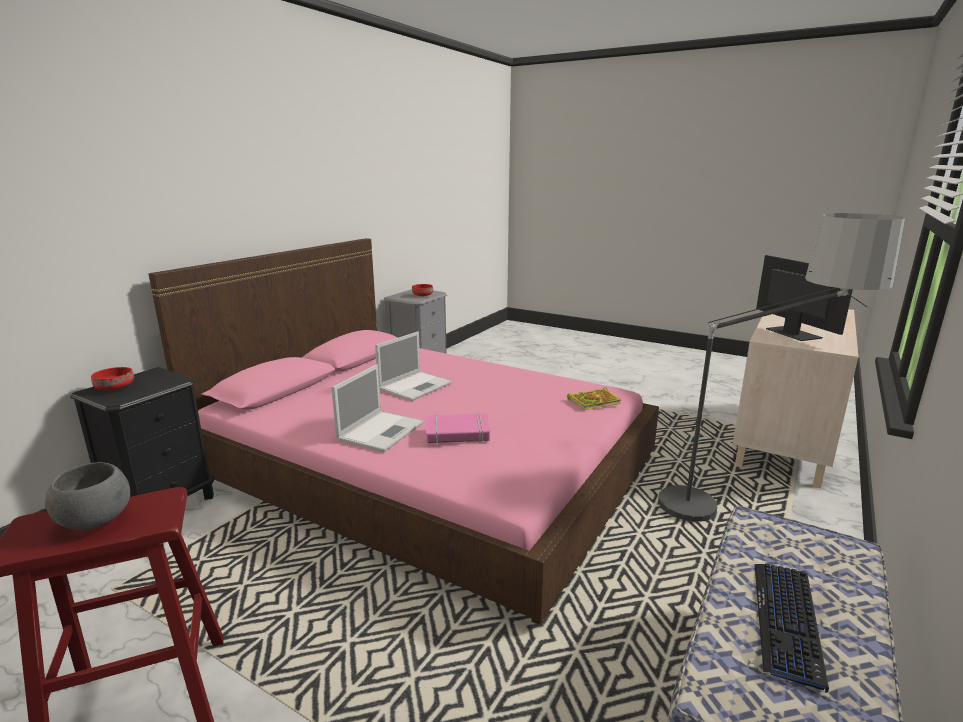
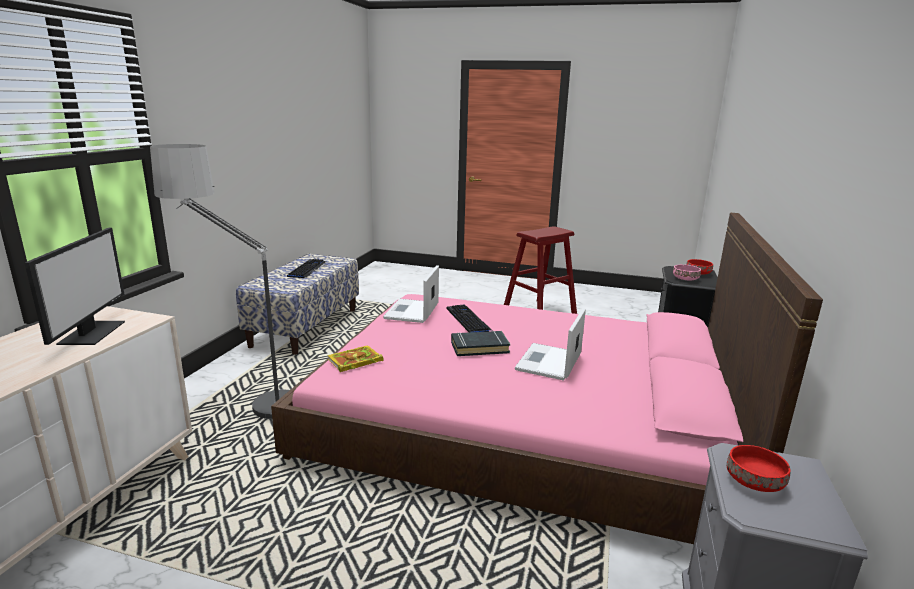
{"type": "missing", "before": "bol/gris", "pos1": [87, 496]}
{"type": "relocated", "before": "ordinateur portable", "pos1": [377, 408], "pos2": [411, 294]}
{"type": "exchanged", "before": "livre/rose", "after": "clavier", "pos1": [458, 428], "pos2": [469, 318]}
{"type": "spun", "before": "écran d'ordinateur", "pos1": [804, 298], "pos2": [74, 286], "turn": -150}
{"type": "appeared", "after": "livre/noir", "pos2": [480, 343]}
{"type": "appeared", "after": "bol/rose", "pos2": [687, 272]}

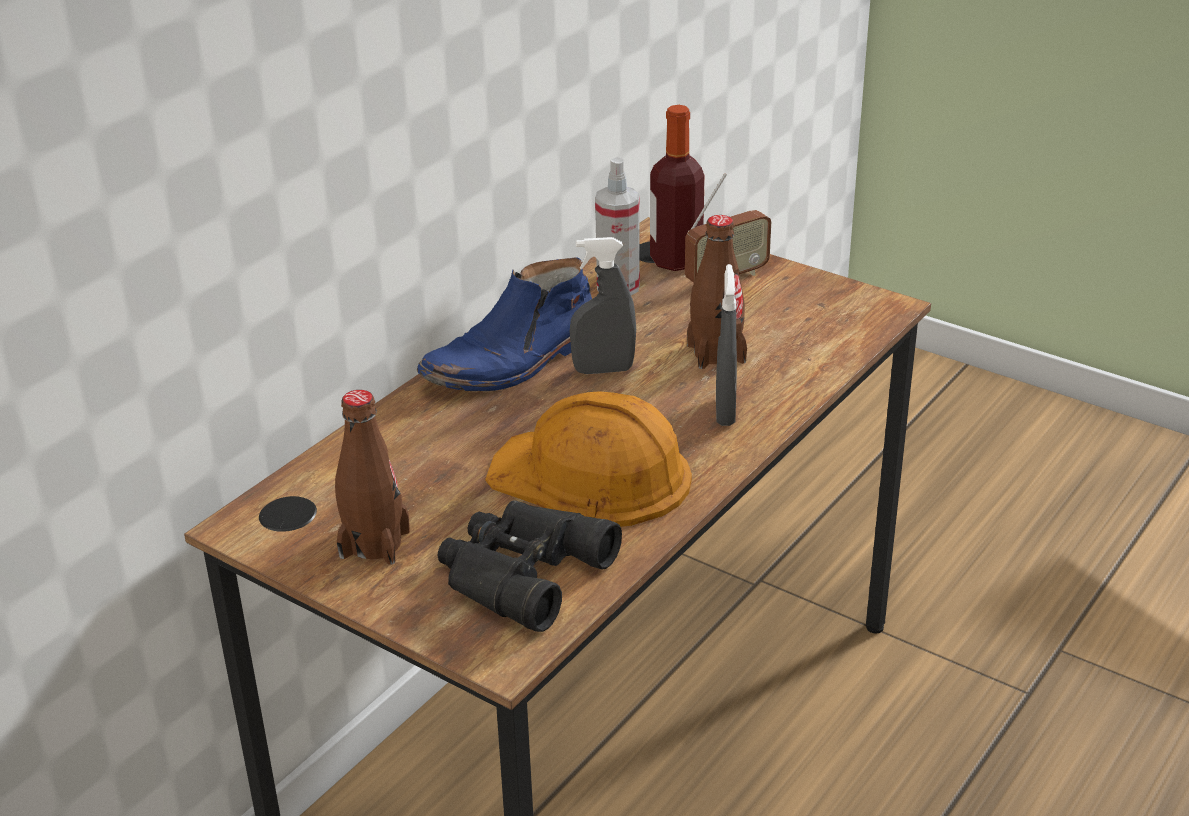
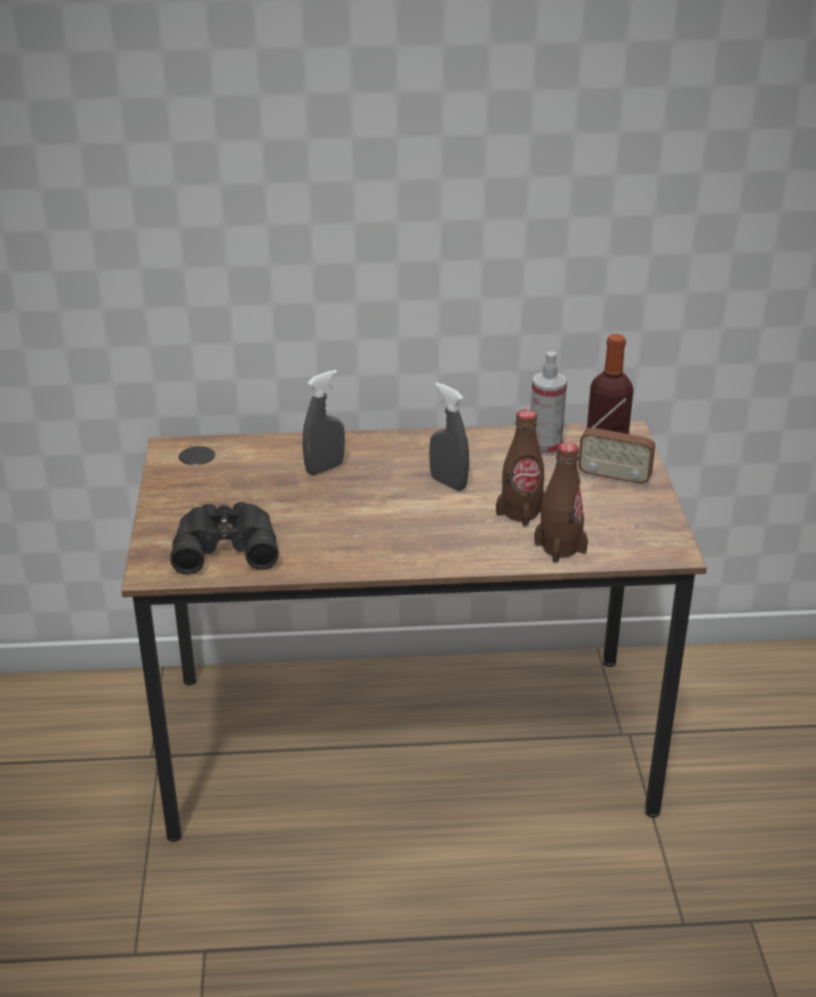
{"type": "relocated", "before": "bouteille/marron", "pos1": [372, 477], "pos2": [561, 502]}
{"type": "missing", "before": "botte/bleu", "pos1": [504, 324]}
{"type": "missing", "before": "casque de chantier/orange", "pos1": [588, 459]}
{"type": "relocated", "before": "vaporisateur/gris", "pos1": [726, 345], "pos2": [324, 422]}

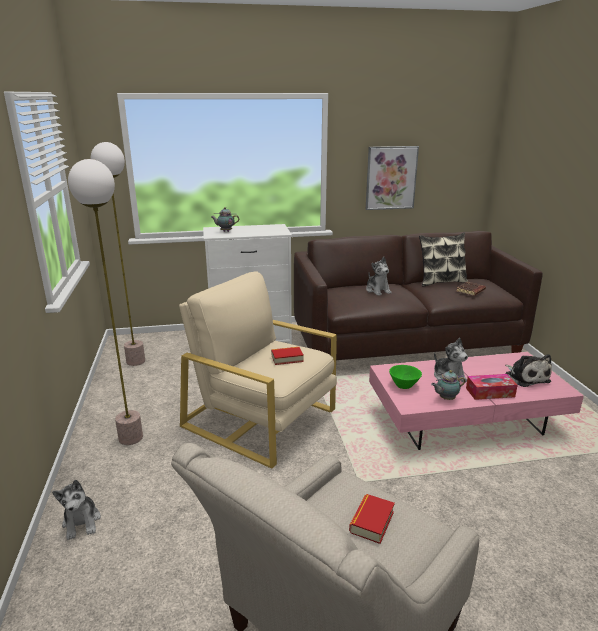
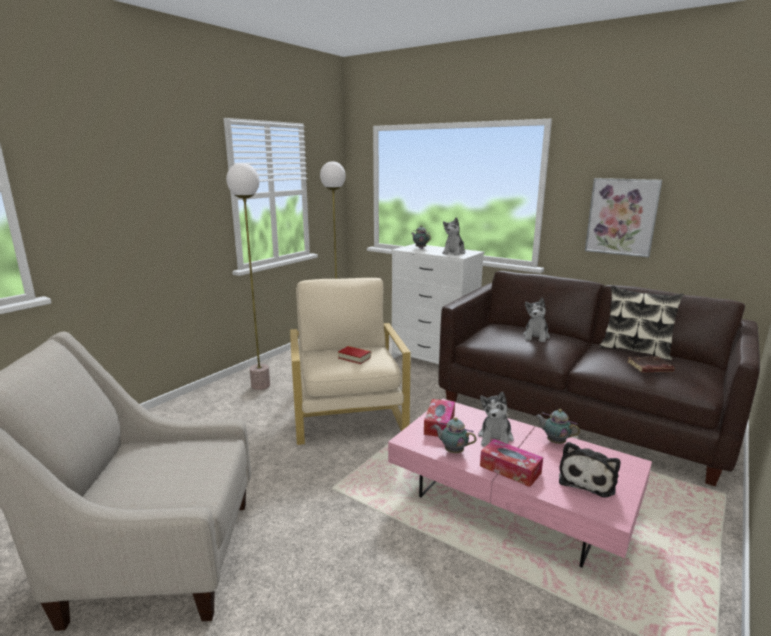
{"type": "relocated", "before": "peluche", "pos1": [76, 510], "pos2": [454, 236]}
{"type": "missing", "before": "livre", "pos1": [372, 519]}
{"type": "exchanged", "before": "bol/vert", "after": "boîte à mouchoirs", "pos1": [405, 377], "pos2": [439, 418]}
{"type": "appeared", "after": "théière", "pos2": [558, 426]}

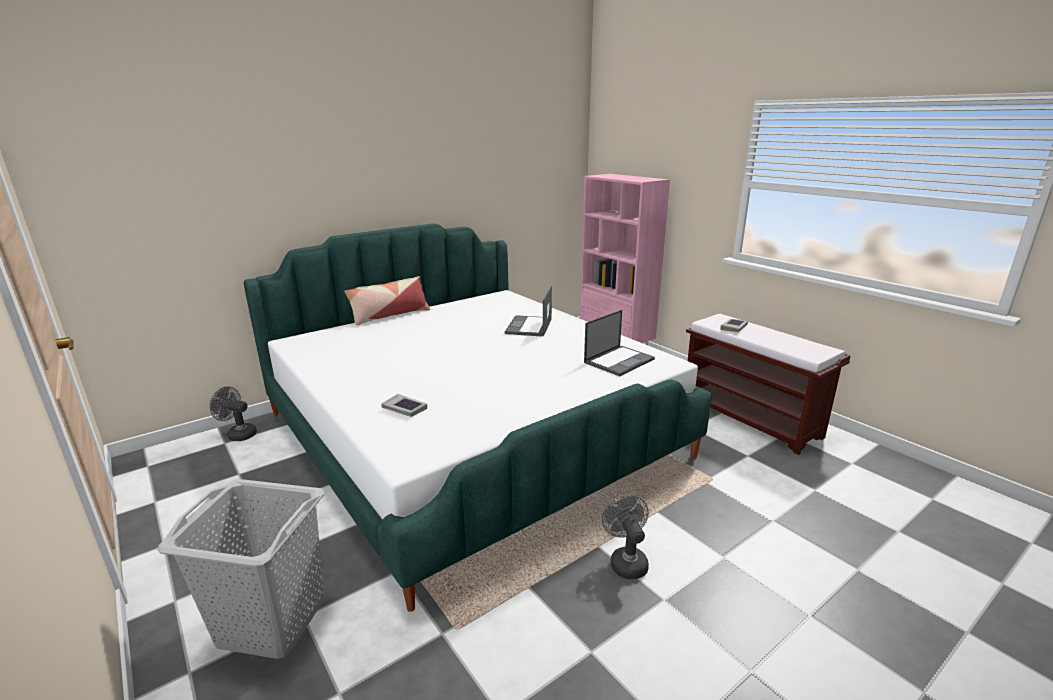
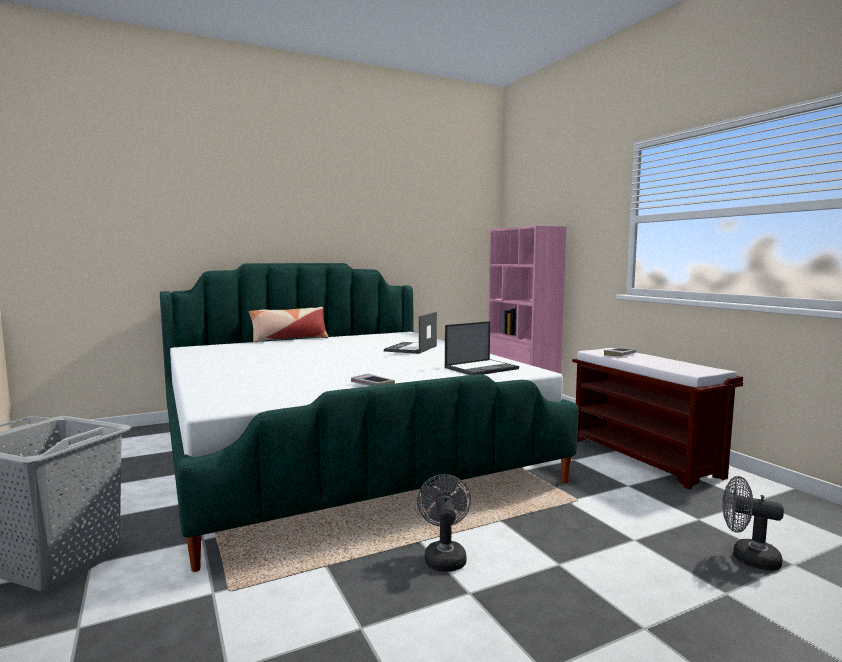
{"type": "relocated", "before": "ventilateur/gris", "pos1": [233, 413], "pos2": [753, 523]}
{"type": "relocated", "before": "livre", "pos1": [404, 405], "pos2": [373, 379]}

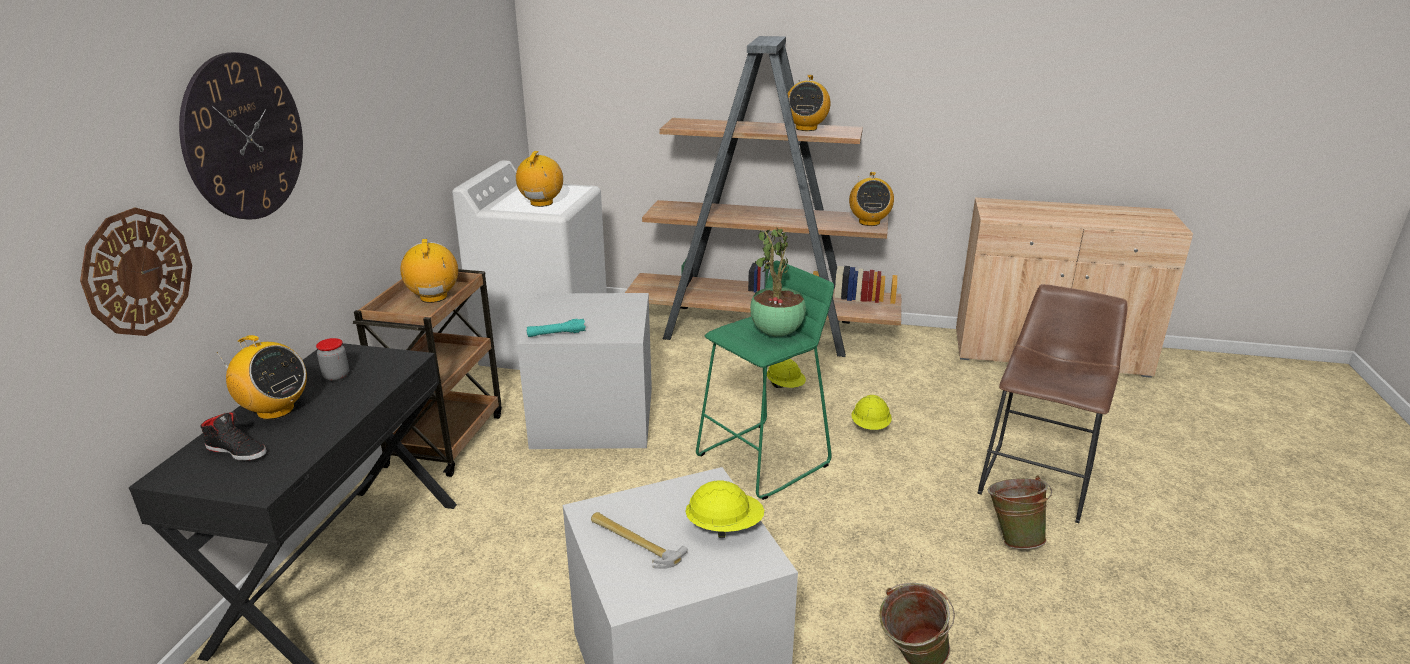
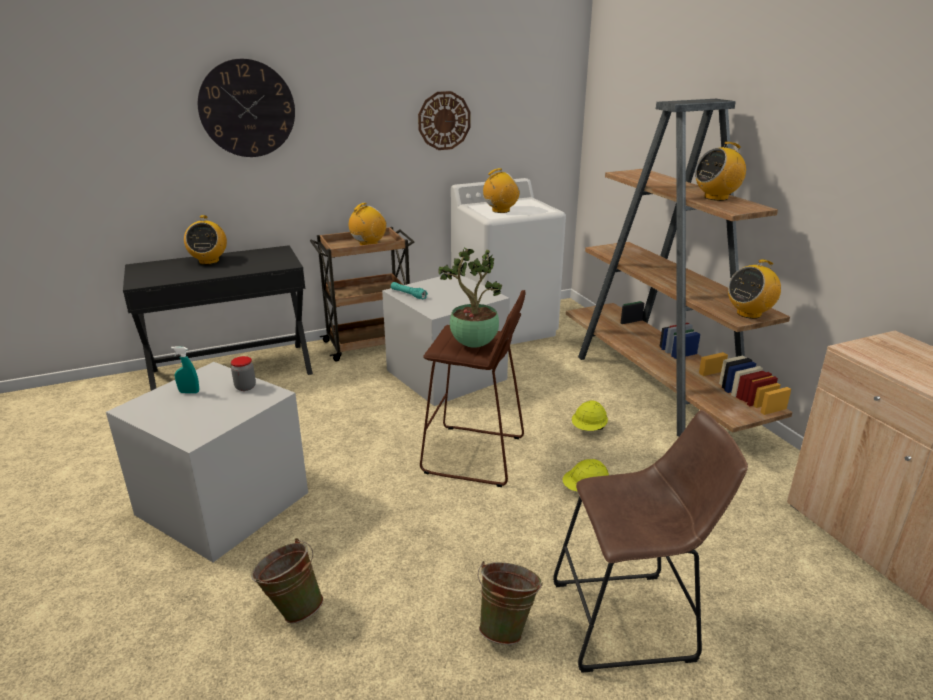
{"type": "relocated", "before": "horloge murale", "pos1": [136, 272], "pos2": [444, 120]}
{"type": "missing", "before": "chaussure/noir", "pos1": [233, 436]}
{"type": "relocated", "before": "bocal", "pos1": [332, 359], "pos2": [243, 373]}
{"type": "exchanged", "before": "marteau", "after": "vaporisateur/turquoise", "pos1": [639, 540], "pos2": [185, 369]}
{"type": "missing", "before": "casque de chantier/jaune", "pos1": [725, 509]}
{"type": "colour", "before": "tabouret/vert", "after": "tabouret/marron", "pos1": [765, 380], "pos2": [473, 388]}

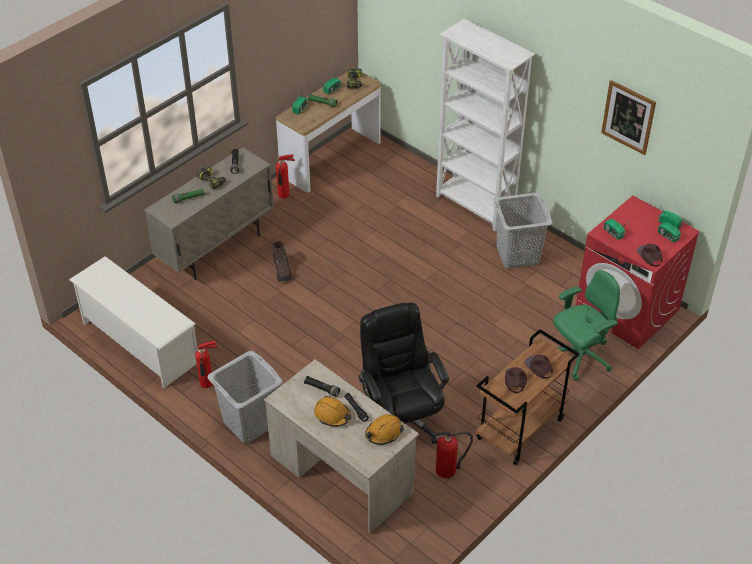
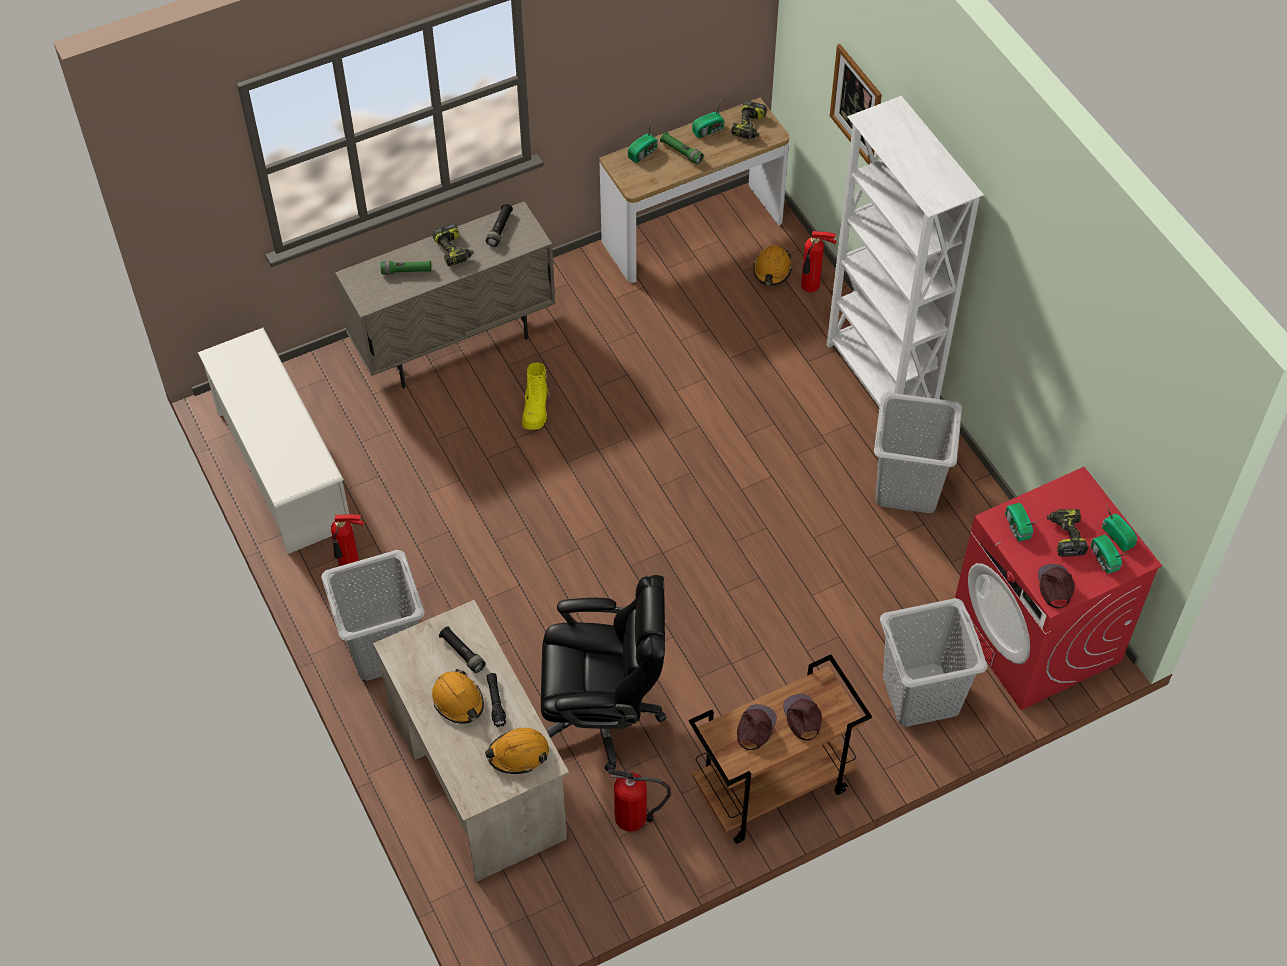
{"type": "colour", "before": "botte/marron", "after": "botte/jaune", "pos1": [282, 261], "pos2": [536, 396]}
{"type": "relocated", "before": "extincteur", "pos1": [285, 176], "pos2": [819, 261]}
{"type": "spun", "before": "chaise de bureau/noir", "pos1": [404, 373], "pos2": [603, 673], "turn": 90}
{"type": "exchanged", "before": "chaise de bureau/vert", "after": "panier à linge/gris", "pos1": [586, 325], "pos2": [934, 662]}
{"type": "relocated", "before": "tableau", "pos1": [628, 117], "pos2": [856, 104]}
{"type": "appeared", "after": "casque de chantier/orange", "pos2": [772, 265]}
{"type": "appeared", "after": "perceuse", "pos2": [1067, 533]}

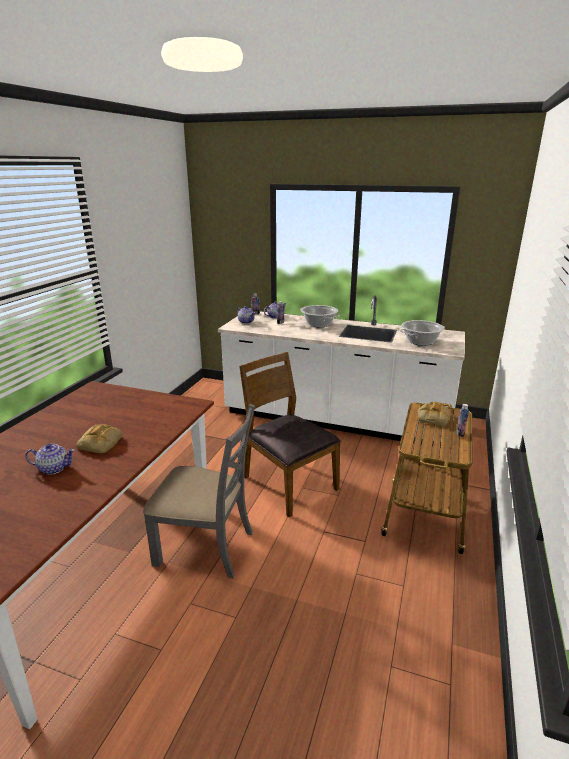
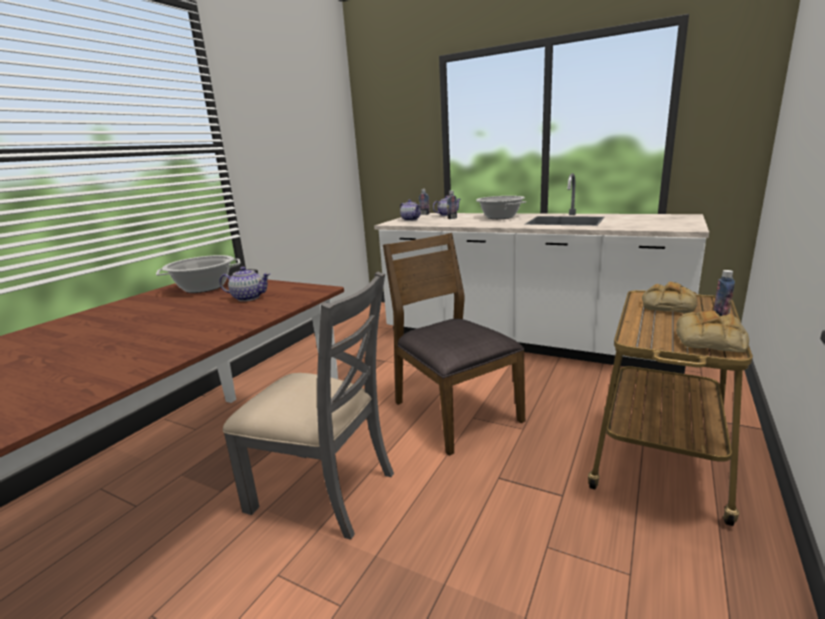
{"type": "relocated", "before": "théière", "pos1": [50, 459], "pos2": [244, 284]}
{"type": "relocated", "before": "pain", "pos1": [99, 438], "pos2": [712, 331]}
{"type": "relocated", "before": "marmite", "pos1": [422, 333], "pos2": [198, 274]}

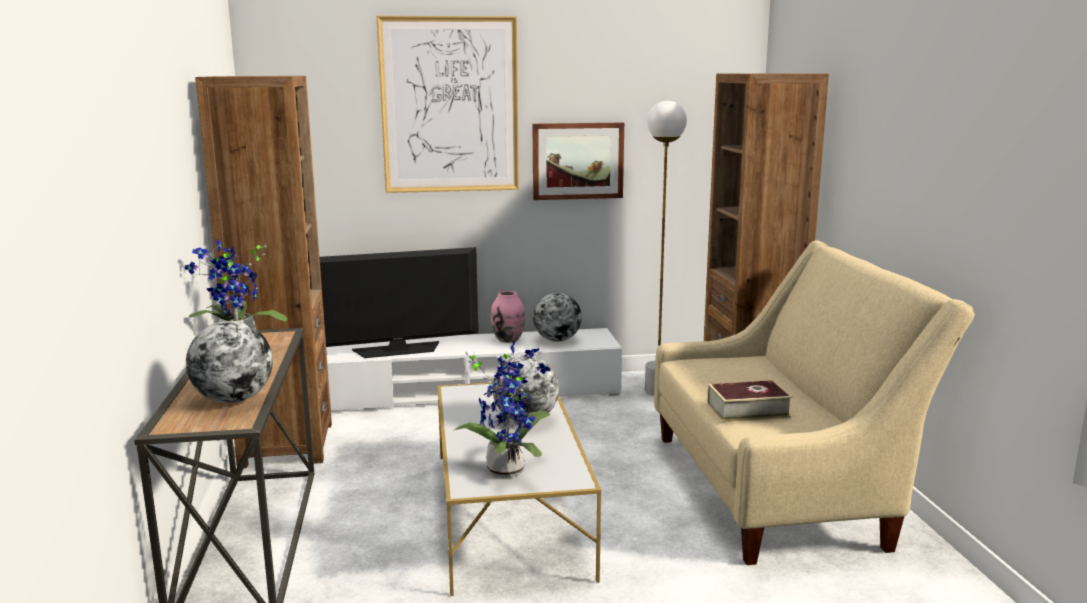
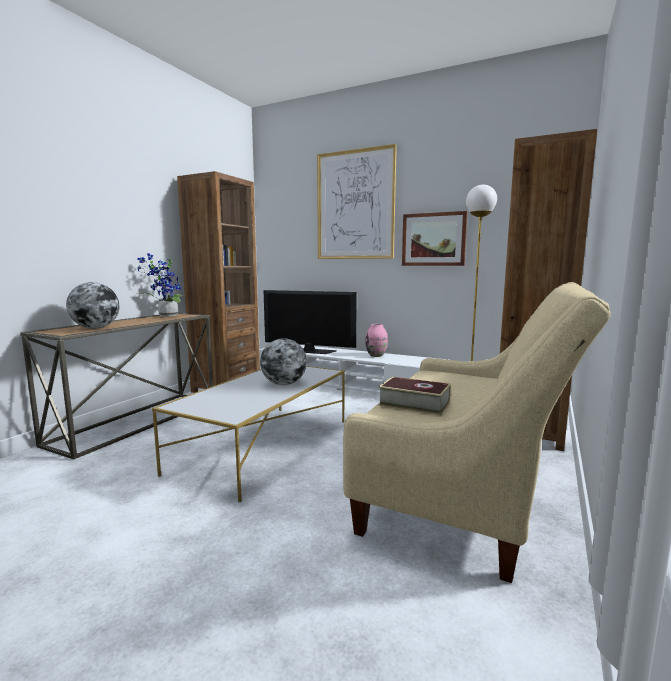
{"type": "missing", "before": "plante en pot", "pos1": [501, 409]}
{"type": "missing", "before": "globe", "pos1": [557, 317]}

